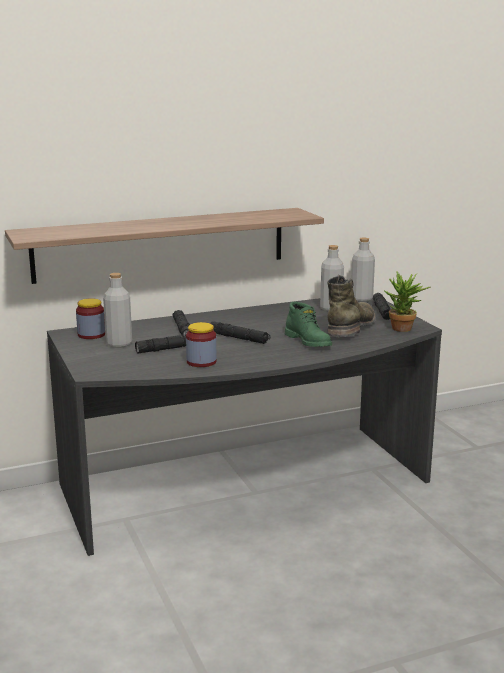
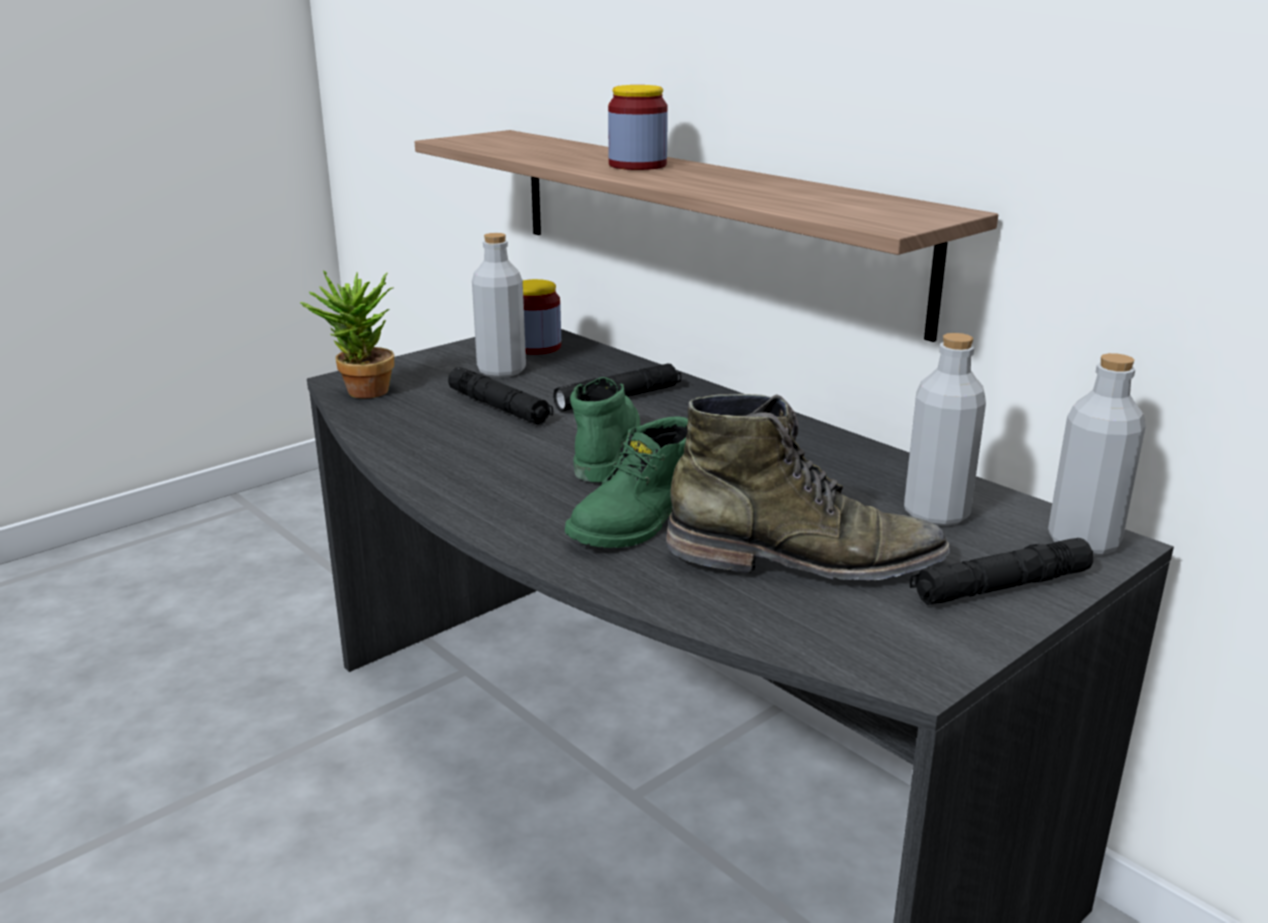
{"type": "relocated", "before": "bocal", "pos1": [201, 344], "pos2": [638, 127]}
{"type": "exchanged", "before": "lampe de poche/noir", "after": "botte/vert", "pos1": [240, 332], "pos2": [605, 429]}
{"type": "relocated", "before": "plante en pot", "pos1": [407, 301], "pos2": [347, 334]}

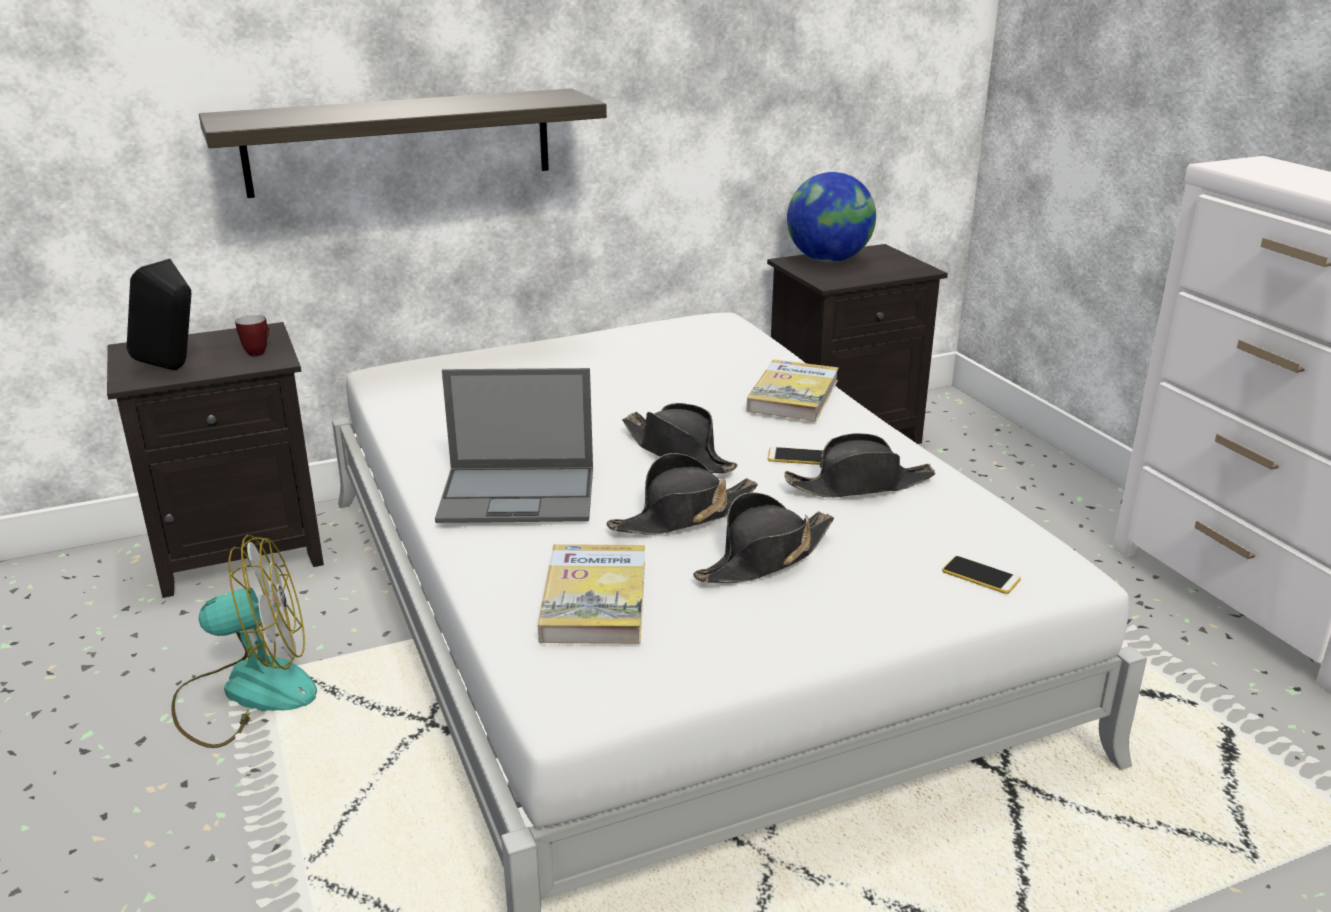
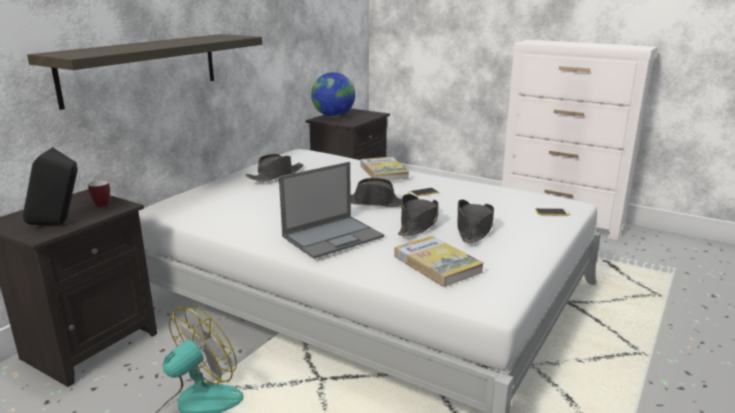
{"type": "relocated", "before": "chapeau/noir", "pos1": [860, 465], "pos2": [275, 167]}

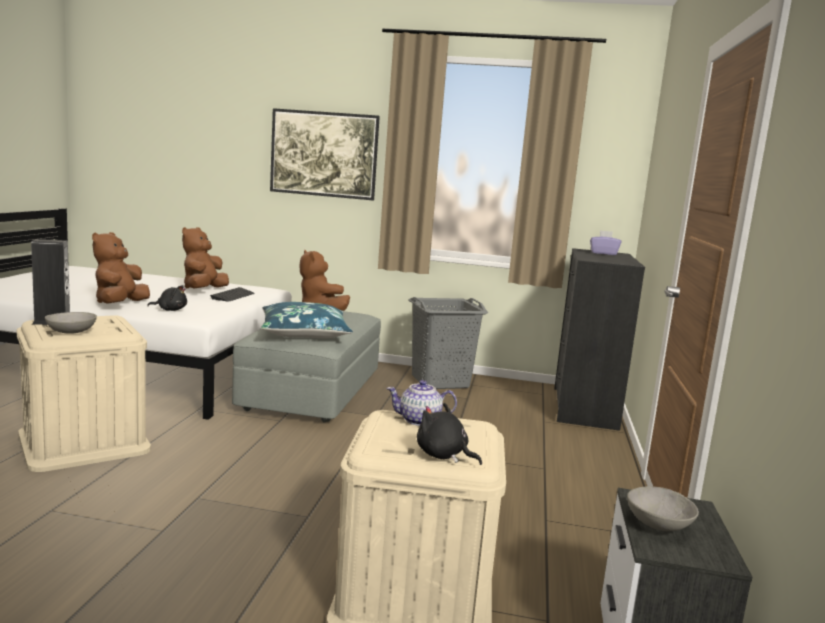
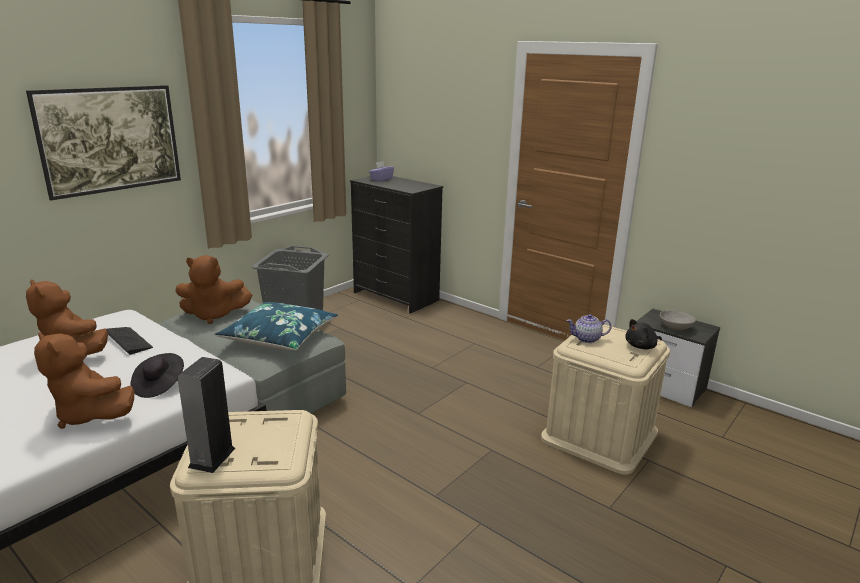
{"type": "missing", "before": "bol/gris", "pos1": [71, 323]}
{"type": "exchanged", "before": "peluche/noir", "after": "chapeau/noir", "pos1": [167, 298], "pos2": [157, 375]}
{"type": "spun", "before": "théière", "pos1": [421, 403], "pos2": [589, 328], "turn": 60}

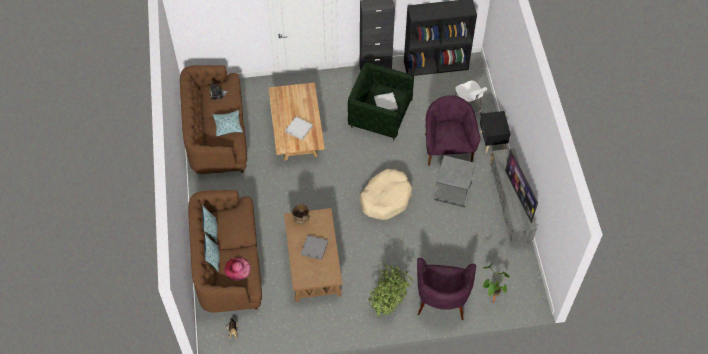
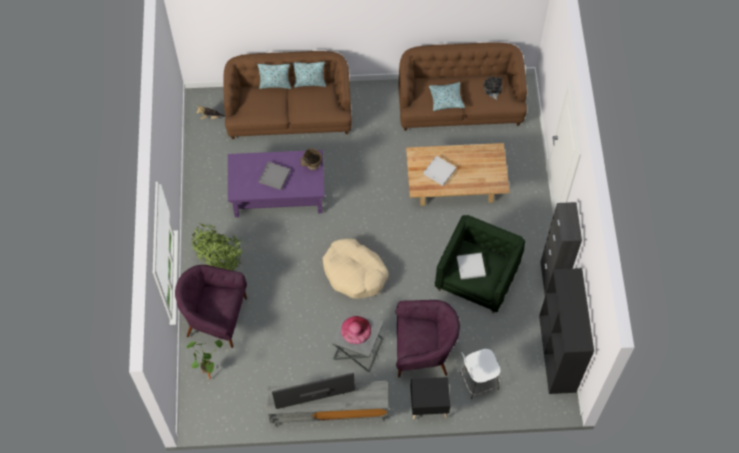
{"type": "relocated", "before": "chapeau/rose", "pos1": [237, 269], "pos2": [356, 330]}
{"type": "colour", "before": "table basse/marron", "after": "table basse/violet", "pos1": [313, 255], "pos2": [276, 183]}

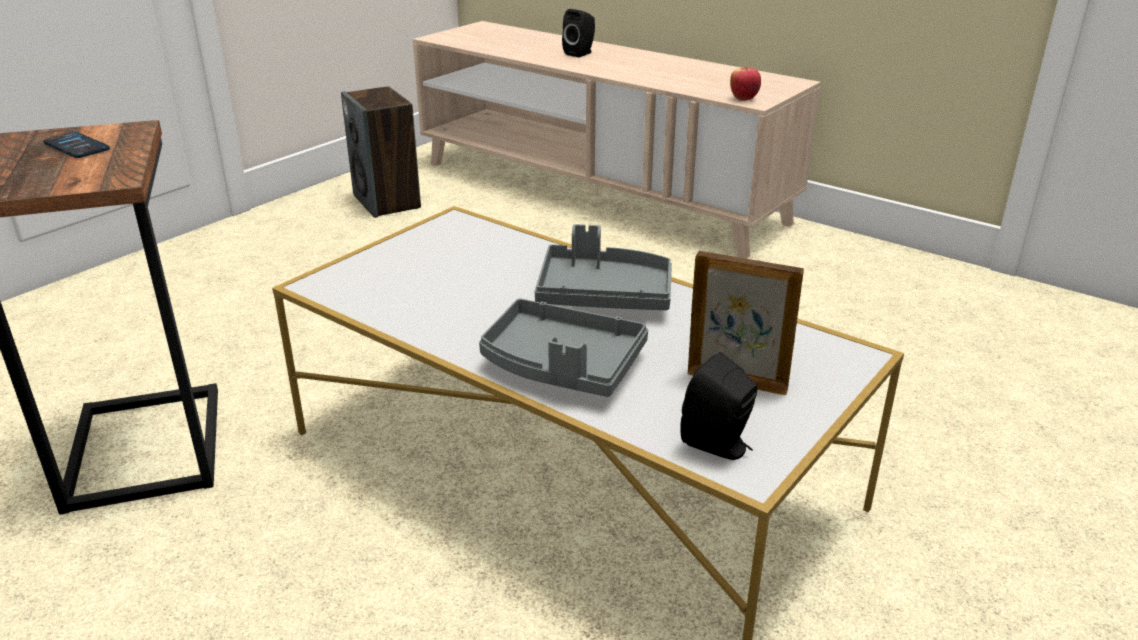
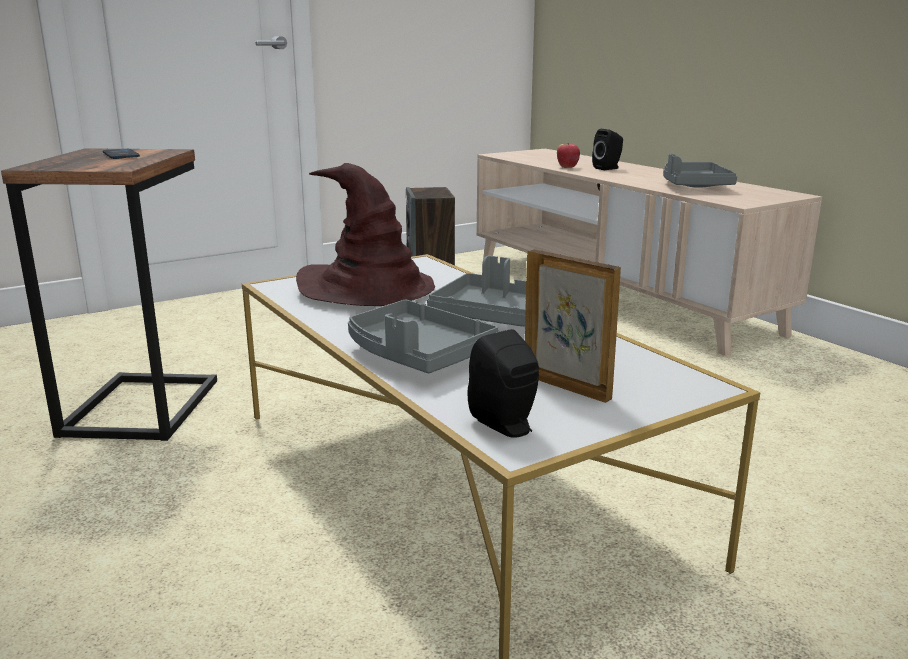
{"type": "relocated", "before": "pomme", "pos1": [745, 84], "pos2": [568, 155]}
{"type": "appeared", "after": "chapeau/marron", "pos2": [365, 234]}
{"type": "appeared", "after": "plateau/gris", "pos2": [700, 171]}

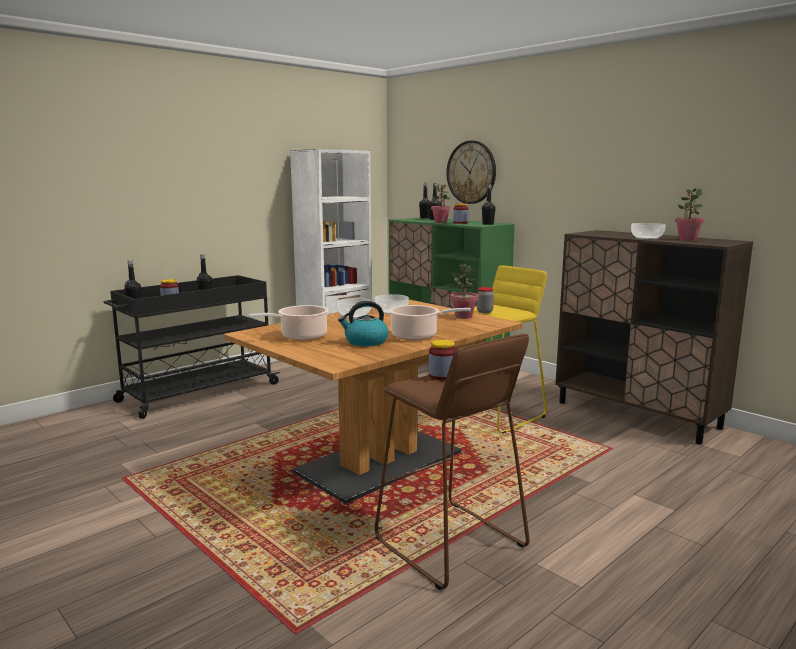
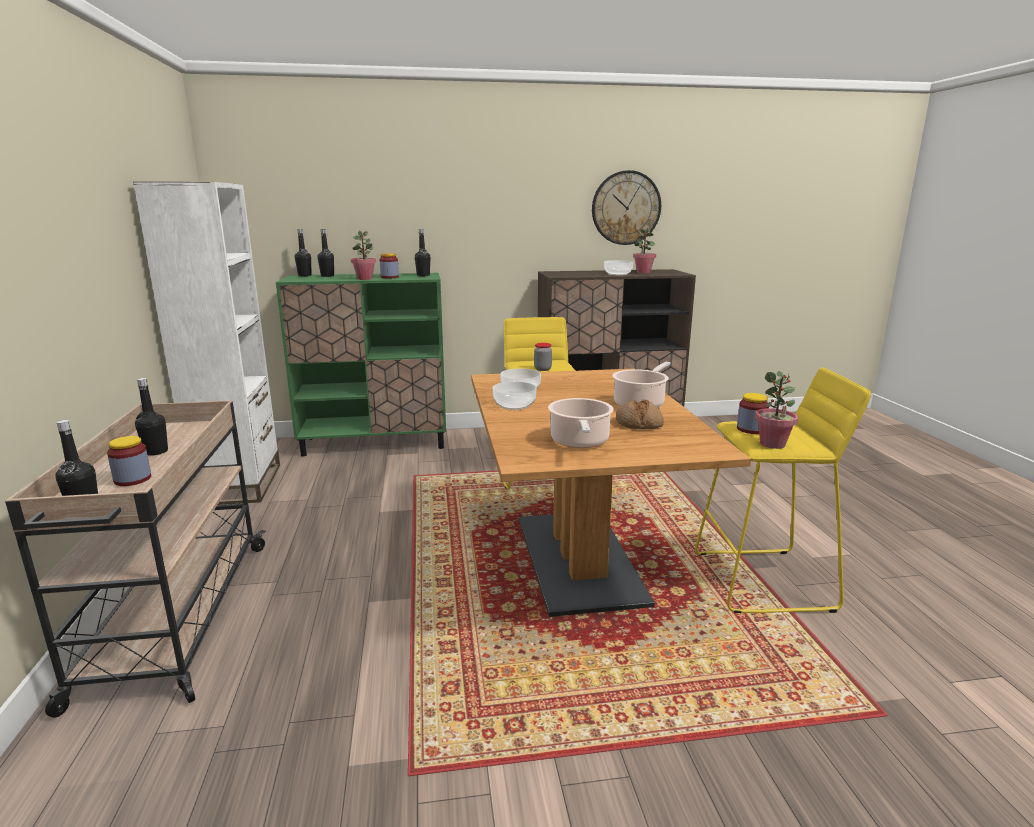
{"type": "colour", "before": "chariot/noir", "after": "chariot/beige", "pos1": [191, 347], "pos2": [135, 559]}
{"type": "exchanged", "before": "bouilloire", "after": "pain", "pos1": [363, 323], "pos2": [640, 414]}
{"type": "colour", "before": "tabouret/marron", "after": "tabouret/jaune", "pos1": [452, 462], "pos2": [783, 490]}
{"type": "relocated", "before": "horloge murale", "pos1": [471, 172], "pos2": [626, 207]}
{"type": "relocated", "before": "plante en pot", "pos1": [464, 291], "pos2": [776, 410]}

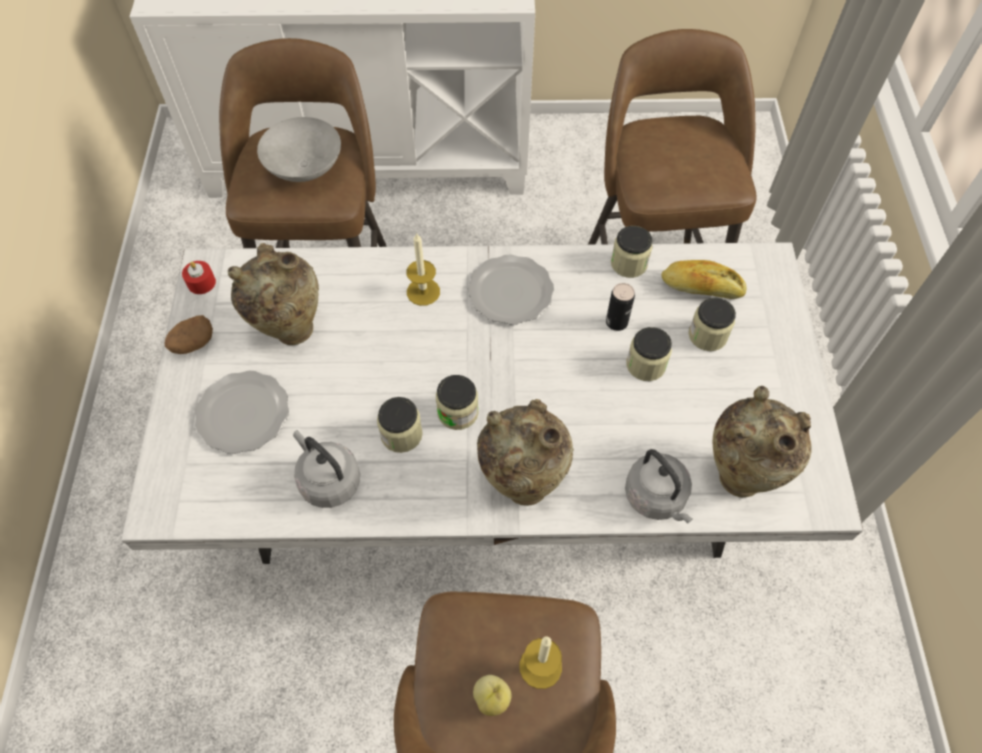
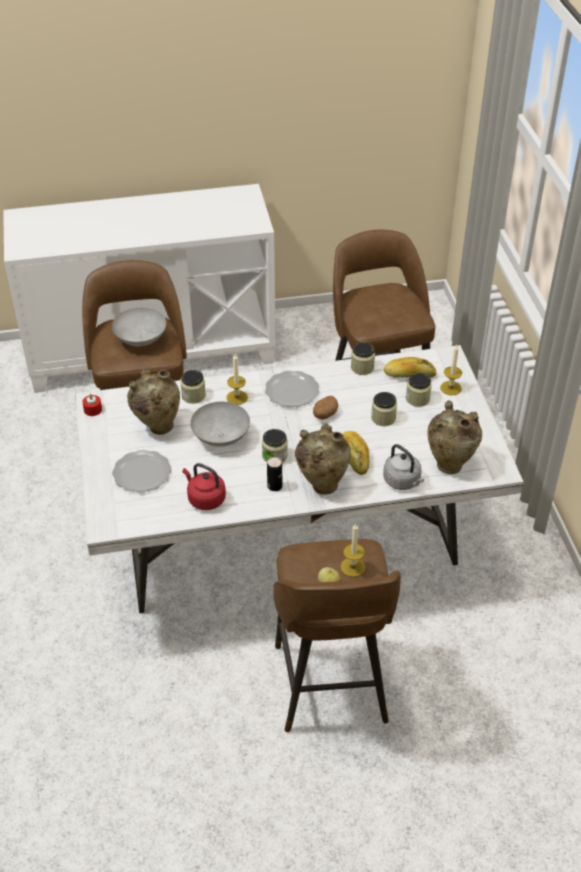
{"type": "relocated", "before": "pomme de terre", "pos1": [189, 334], "pos2": [325, 408]}
{"type": "colour", "before": "bouilloire/gris", "after": "bouilloire/rouge", "pos1": [326, 469], "pos2": [204, 486]}
{"type": "relocated", "before": "bocal", "pos1": [400, 425], "pos2": [193, 387]}
{"type": "relocated", "before": "boîte métallique", "pos1": [620, 307], "pos2": [274, 474]}
{"type": "appeared", "after": "bol/gris", "pos2": [220, 424]}
{"type": "appeared", "after": "pain", "pos2": [356, 453]}
{"type": "appeared", "after": "bougie", "pos2": [451, 370]}

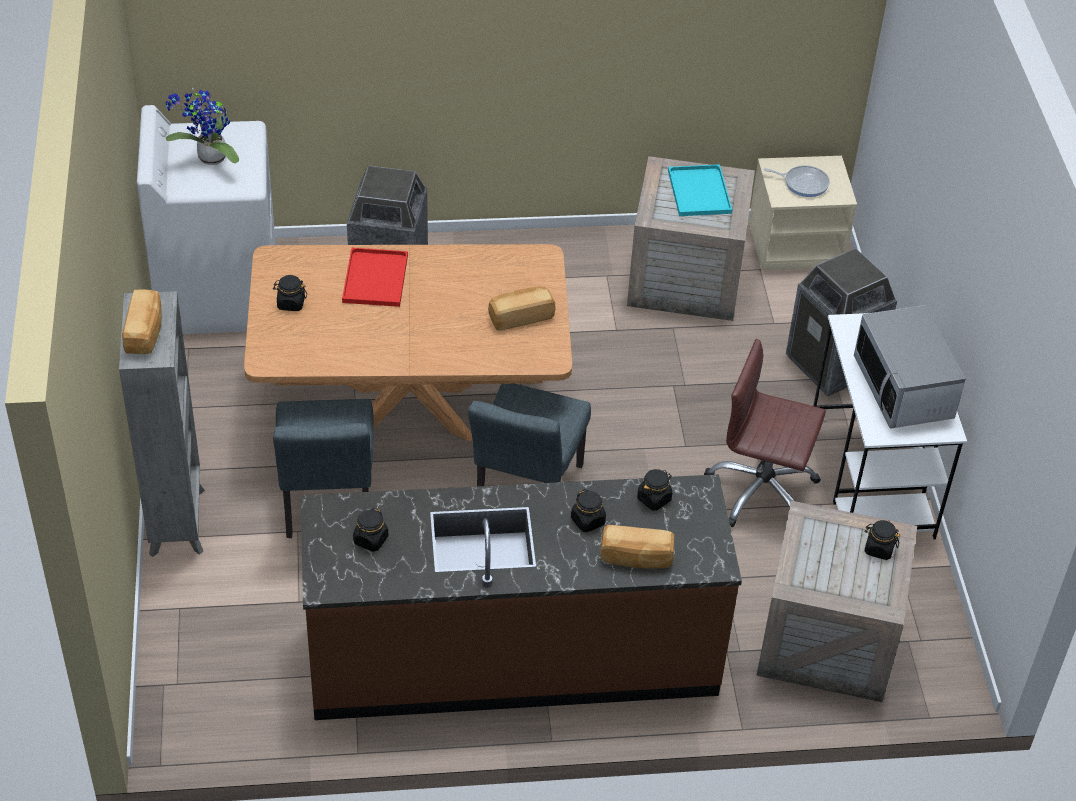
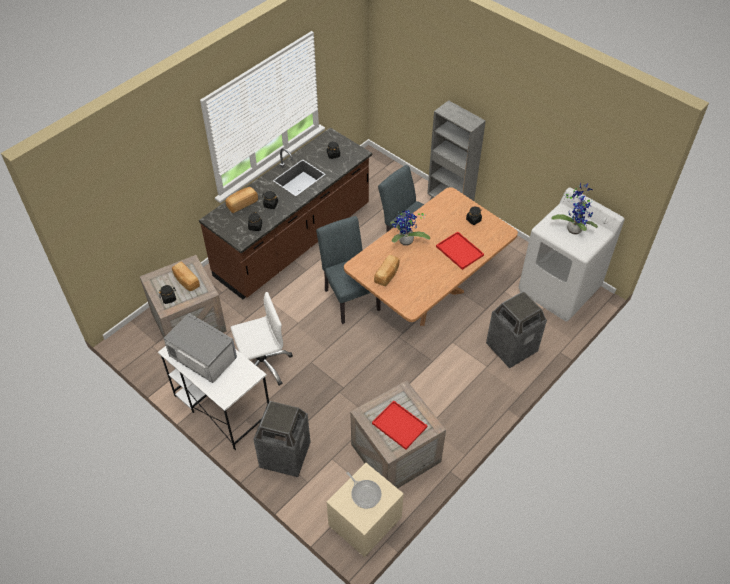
{"type": "relocated", "before": "pain", "pos1": [142, 322], "pos2": [186, 276]}
{"type": "colour", "before": "plateau/turquoise", "after": "plateau/rouge", "pos1": [700, 190], "pos2": [399, 425]}
{"type": "colour", "before": "chaise de bureau/marron", "after": "chaise de bureau/blanc", "pos1": [765, 433], "pos2": [261, 339]}
{"type": "spun", "before": "poêle", "pos1": [797, 181], "pos2": [363, 490], "turn": -105}
{"type": "appeared", "after": "plante en pot", "pos2": [410, 228]}

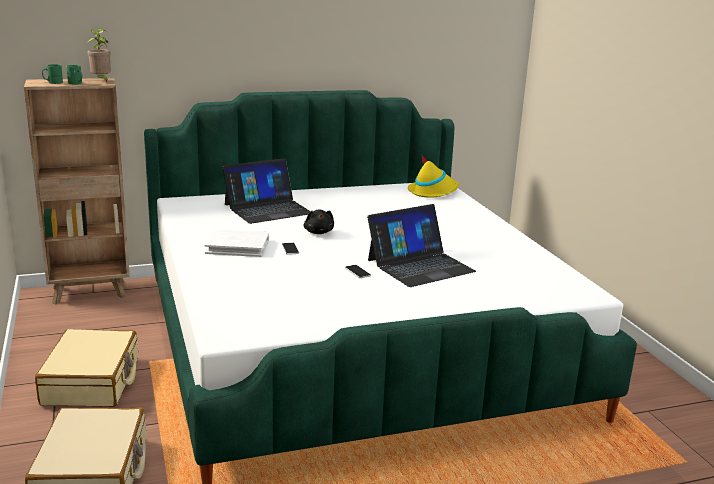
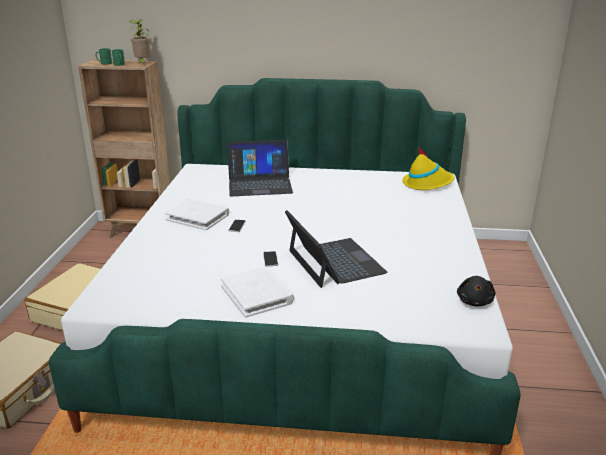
{"type": "relocated", "before": "peluche/noir", "pos1": [319, 222], "pos2": [476, 291]}
{"type": "spun", "before": "ordinateur portable", "pos1": [421, 245], "pos2": [336, 249], "turn": -105}
{"type": "appeared", "after": "livre/blanc", "pos2": [257, 292]}

